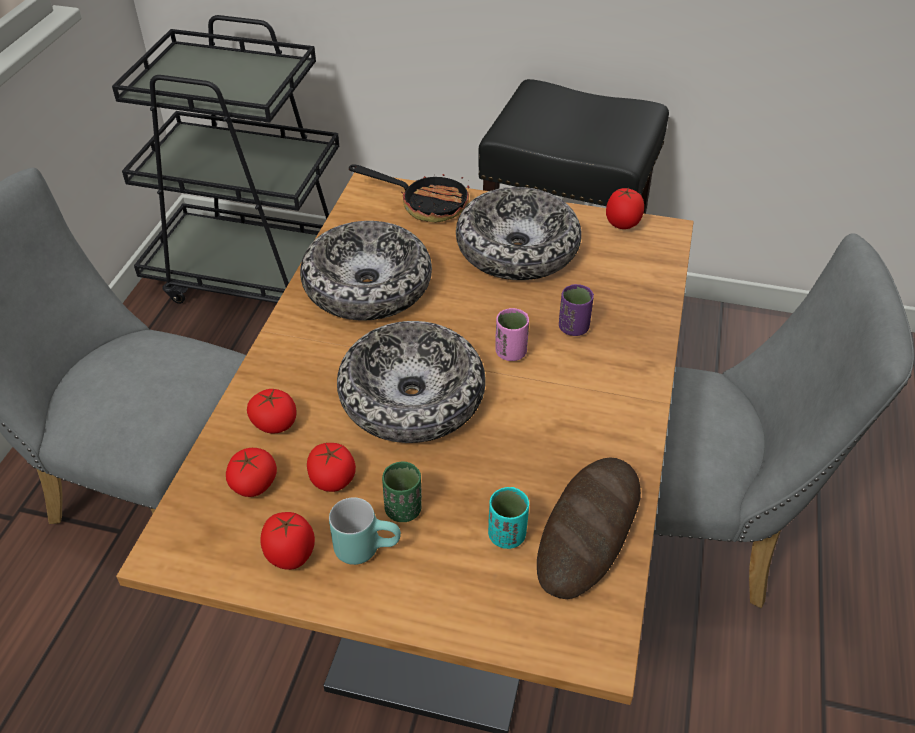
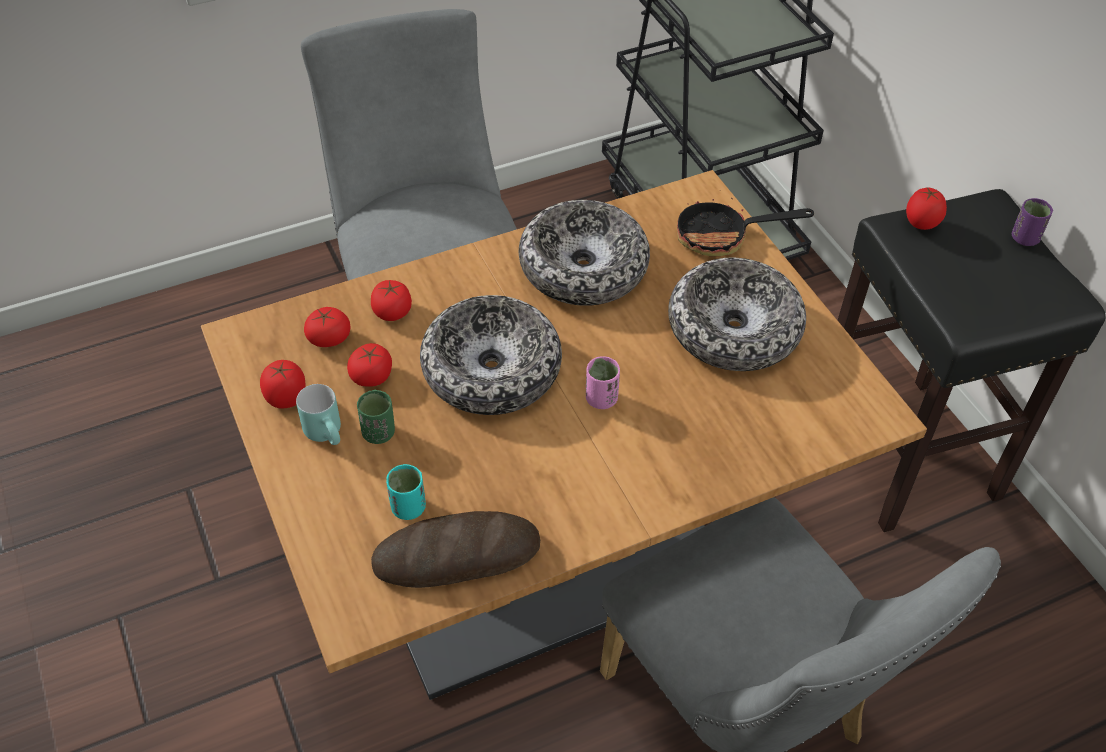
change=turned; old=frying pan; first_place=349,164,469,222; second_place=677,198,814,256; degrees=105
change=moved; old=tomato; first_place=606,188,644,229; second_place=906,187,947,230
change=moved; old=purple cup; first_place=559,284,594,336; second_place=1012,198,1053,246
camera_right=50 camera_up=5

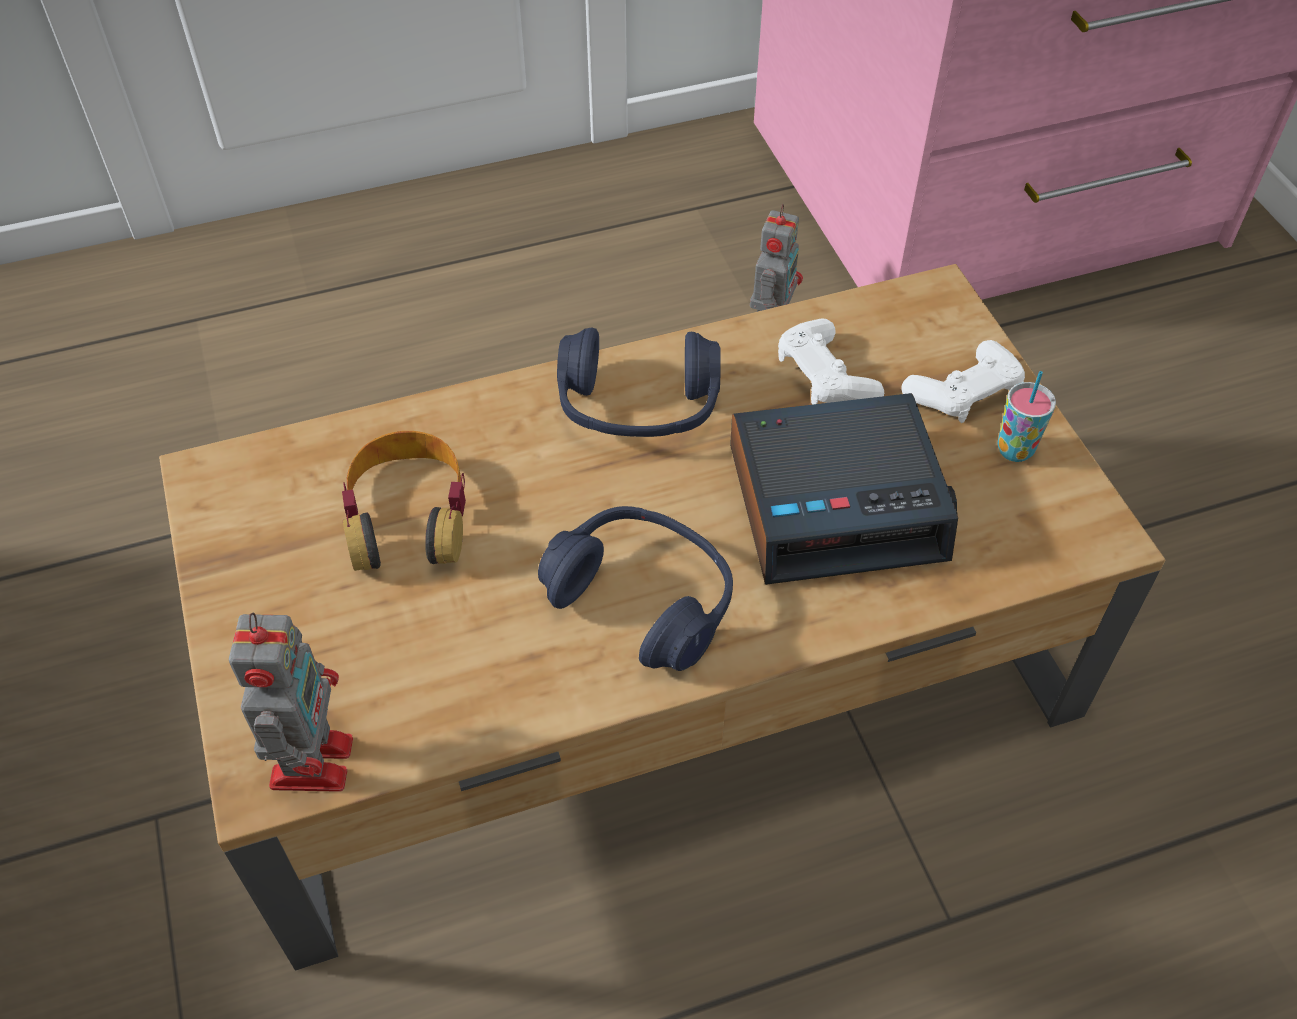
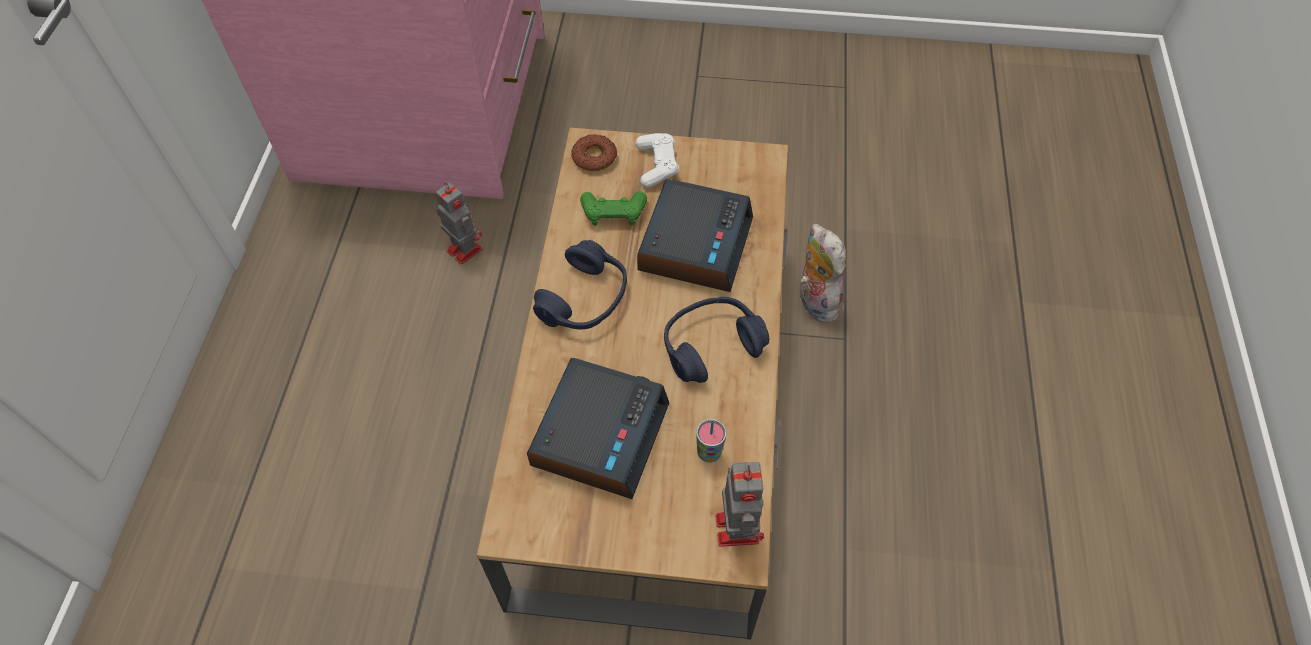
change=recoloured; old=white game controller; new=green game controller; first_place=778,319,884,404; second_place=580,191,647,226
change=moved; old=cup; first_place=997,371,1056,462; second_place=696,419,726,463
change=replaced; old=headphones; new=alarm clock; first_place=342,431,466,571; second_place=527,358,669,499
change=turned; old=toy robot; first_place=229,613,353,792; second_place=715,462,764,547; degrees=60
change=added; new=donut; second_place=571,134,617,171
change=added; new=plush toy; second_place=800,224,847,322
camera_right=-65 camera_up=5

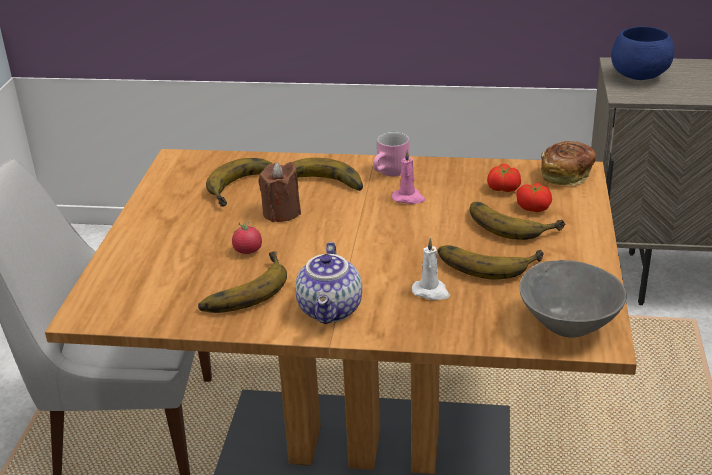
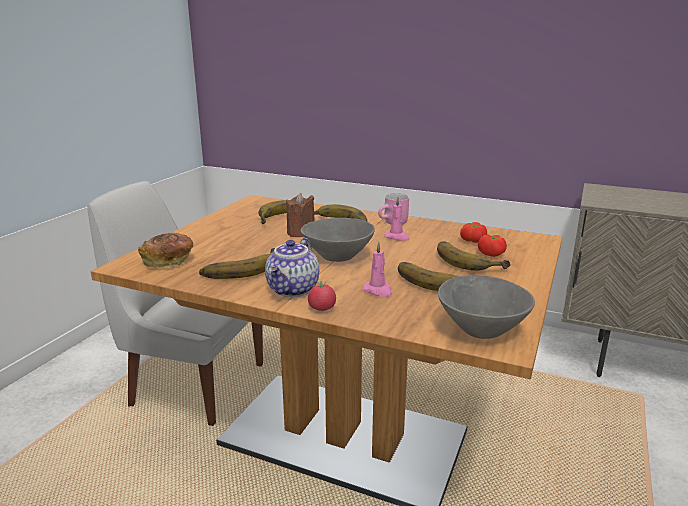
change=removed; old=blue bowl; first_place=611,26,674,80
change=moved; old=bread; first_place=541,141,596,185; second_place=138,233,193,268
change=moved; old=tomato; first_place=232,222,262,254; second_place=308,279,336,311
change=recoloured; old=white candle; new=pink candle; first_place=412,238,450,300; second_place=363,242,392,297
change=added; new=grey bowl; second_place=301,218,375,262
camera_right=15 camera_up=-10

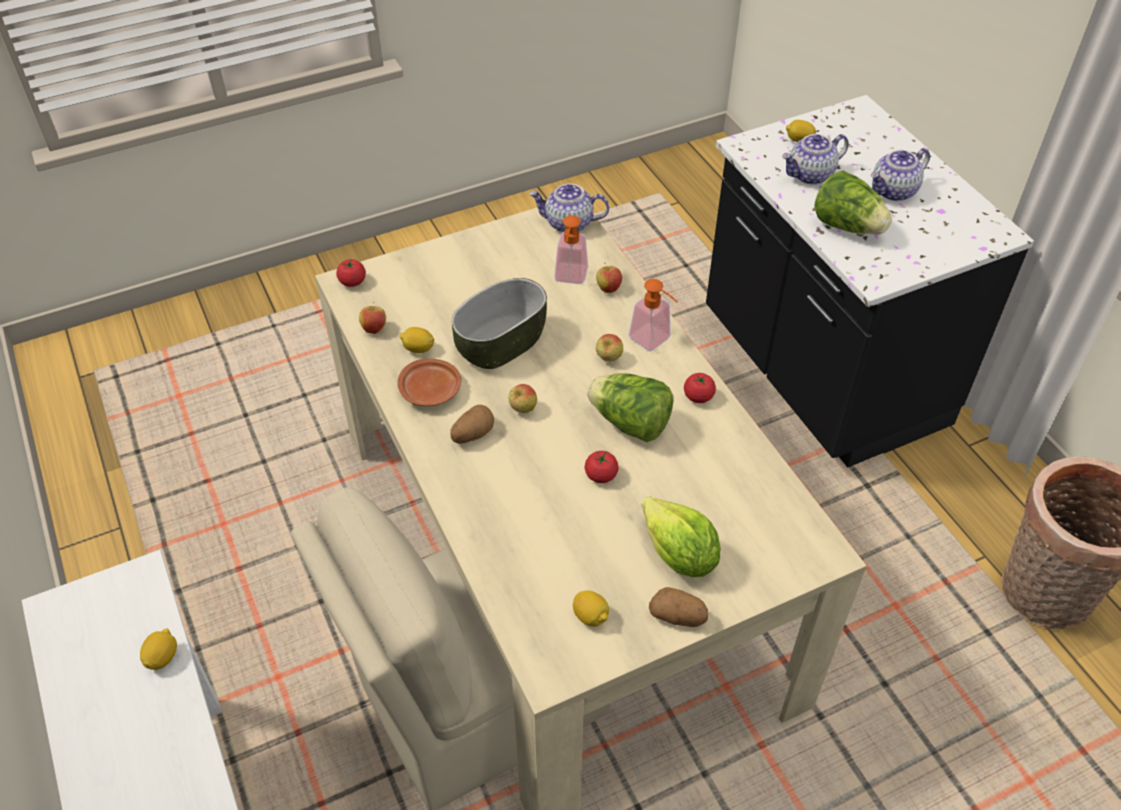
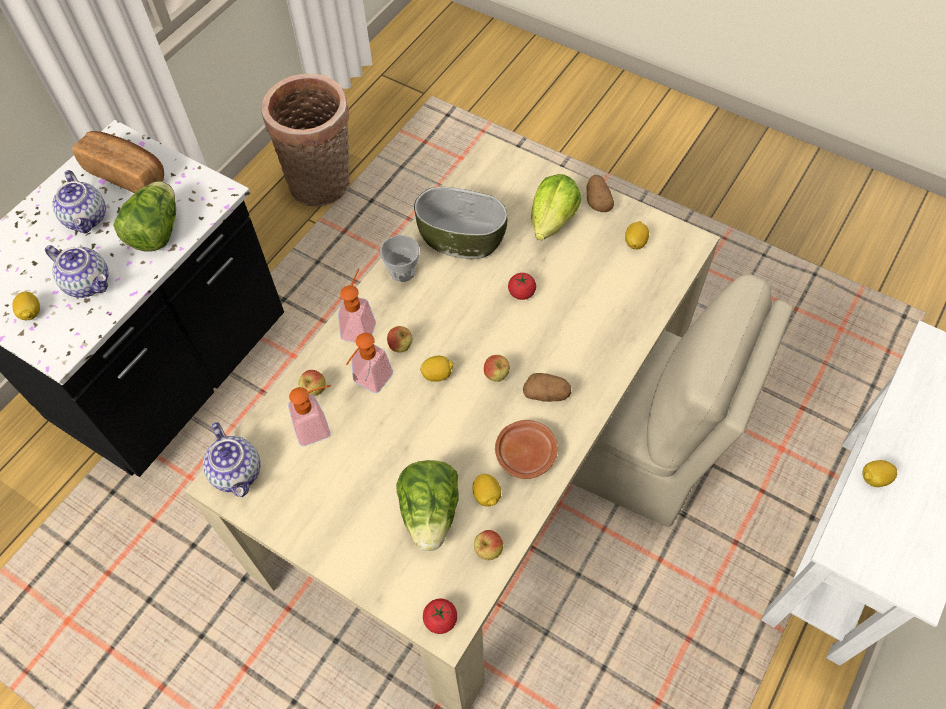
change=turned; old=teapot; first_place=870,148,930,201; second_place=52,170,106,234; degrees=45
change=moved; old=bowl; first_place=452,278,547,369; second_place=414,187,508,259
change=moved; old=lettuce; first_place=587,373,674,442; second_place=396,460,459,551
change=replaced; old=tomato; new=cup; first_place=684,373,716,403; second_place=380,235,419,282
change=added; new=bread; second_place=72,131,164,193
change=added; new=soap dispenser; second_place=346,333,393,393
change=added; new=lemon; second_place=420,356,454,382
camera_right=-120 camera_up=10

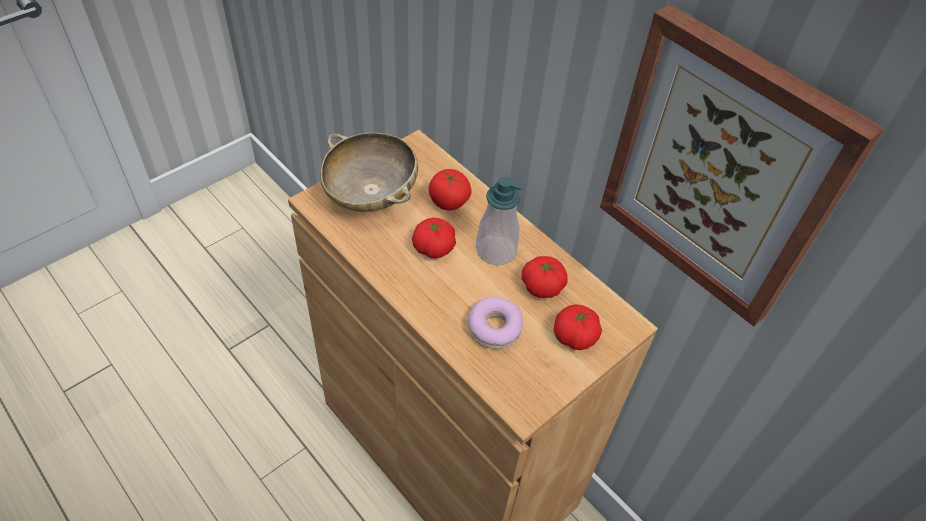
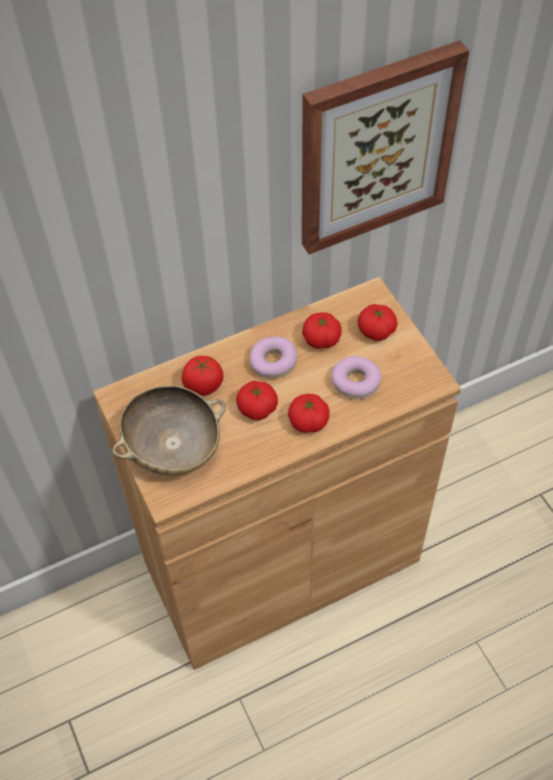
change=replaced; old=soap dispenser; new=donut; first_place=476,177,523,265; second_place=250,336,297,379
change=added; new=tomato; second_place=288,394,330,433
camera_right=-70 camera_up=5

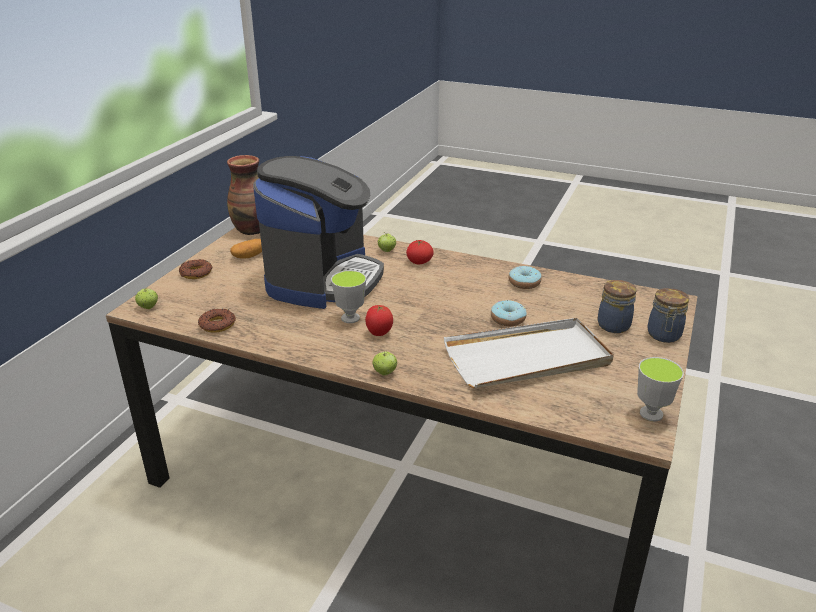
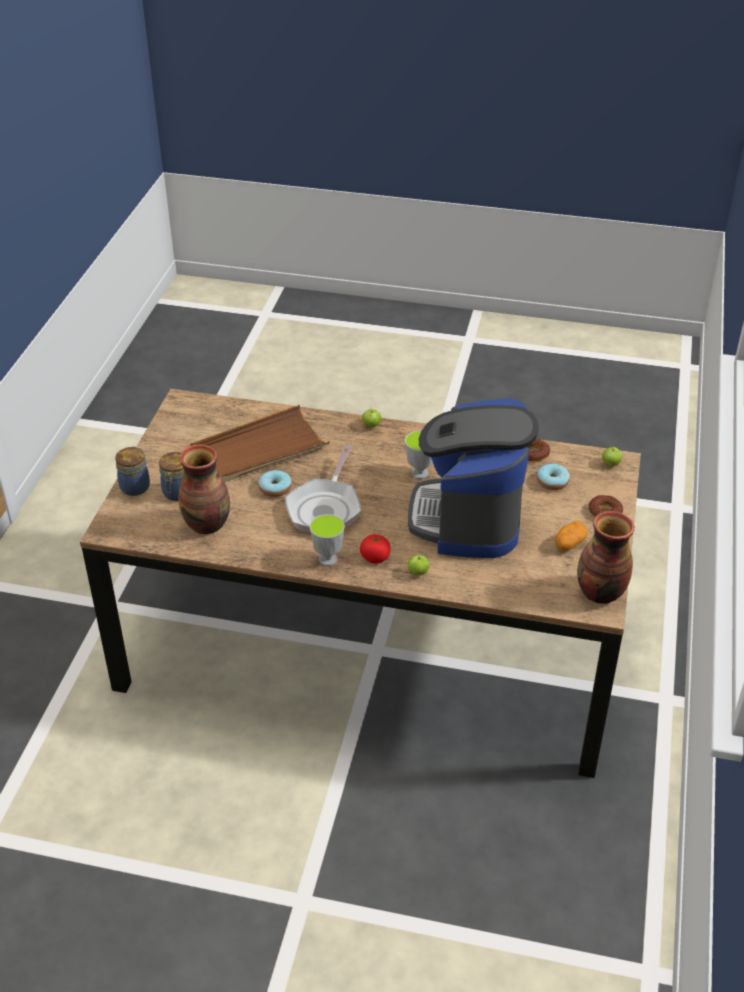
change=moved; old=donut; first_place=509,266,542,289; second_place=537,464,570,490
change=removed; old=tomato; first_place=365,305,393,336
change=recoloured; old=white tray; new=brown tray; first_place=444,318,614,388; second_place=190,405,329,482
change=moved; old=cup; first_place=637,357,684,421; second_place=310,514,345,566
change=added; new=vase; second_place=178,444,230,534
change=added; new=frying pan; second_place=285,445,362,532
camera_right=170 camera_up=10

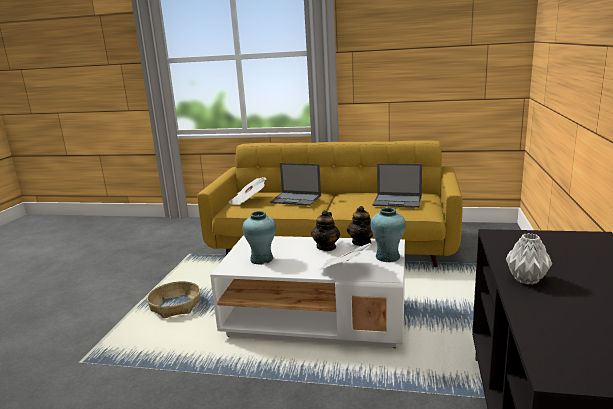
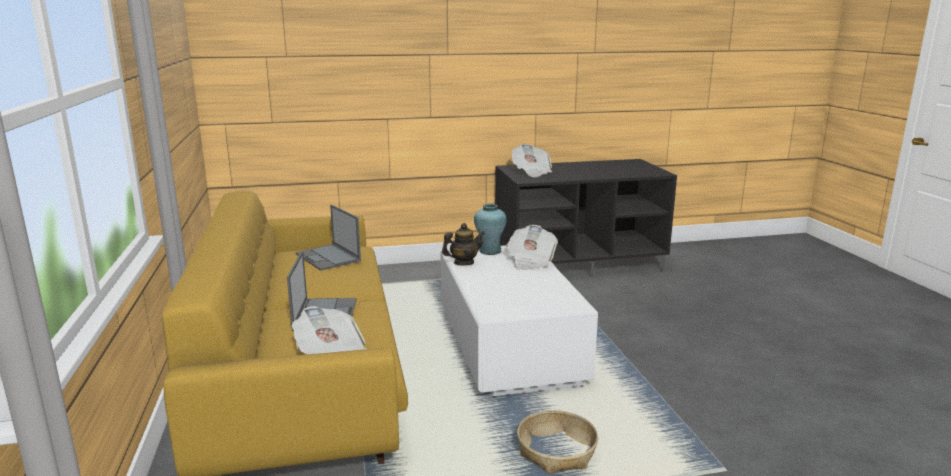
change=turned; old=laptop; first_place=372,163,422,208; second_place=296,205,361,271; degrees=150
change=removed; old=teapot; first_place=311,210,340,251
change=removed; old=turquoise vase; first_place=243,211,276,264
change=removed; old=grey vase; first_place=506,233,552,285
change=added; new=newspaper; second_place=512,144,552,177
camera_right=-115 camera_up=0

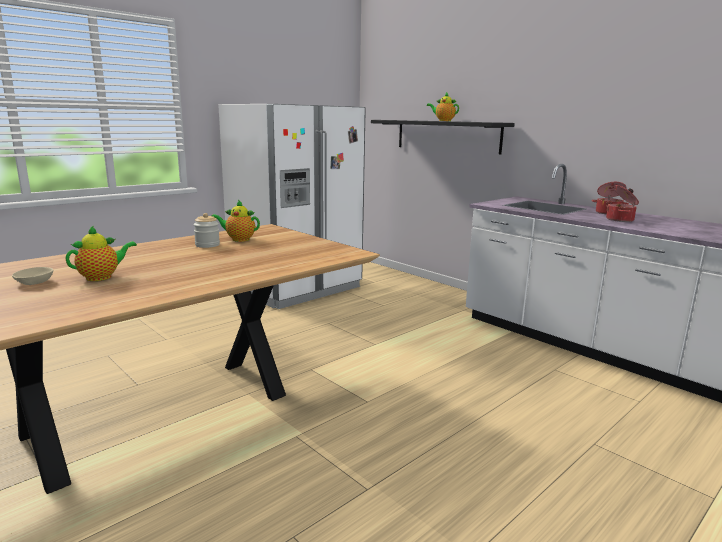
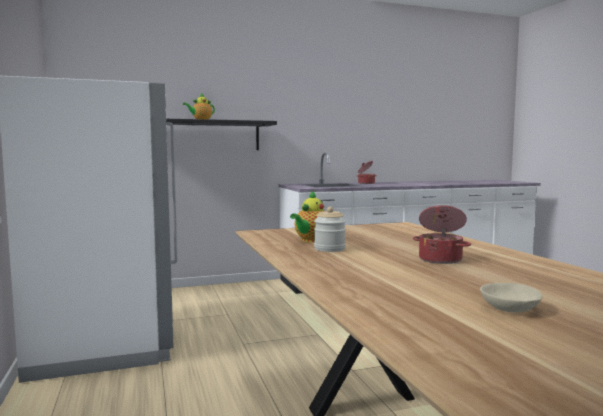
change=moved; old=cooking pot; first_place=606,185,639,222; second_place=413,205,471,264
change=removed; old=teapot; first_place=66,225,137,281
camera_right=-65 camera_up=-10

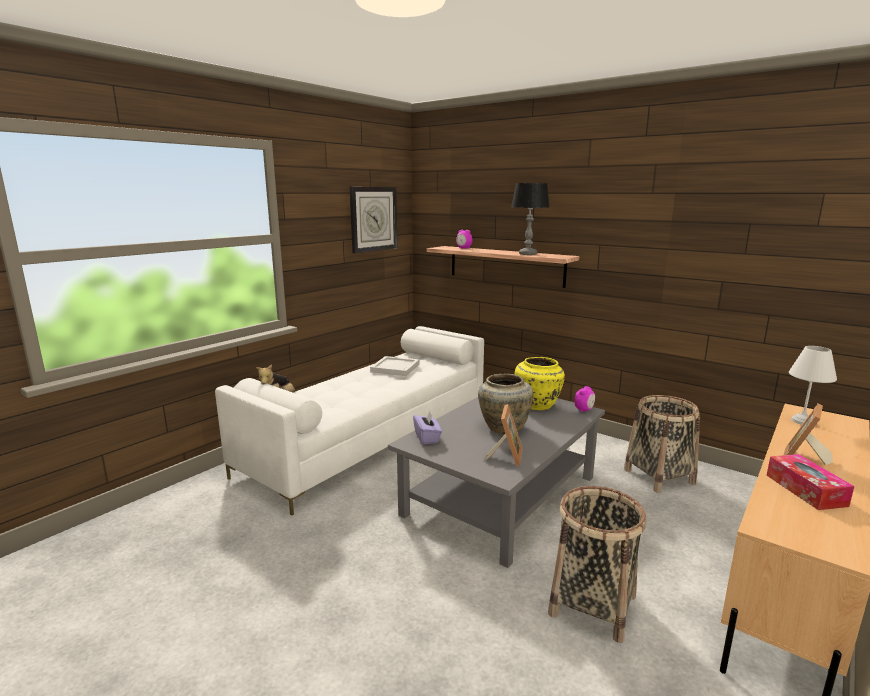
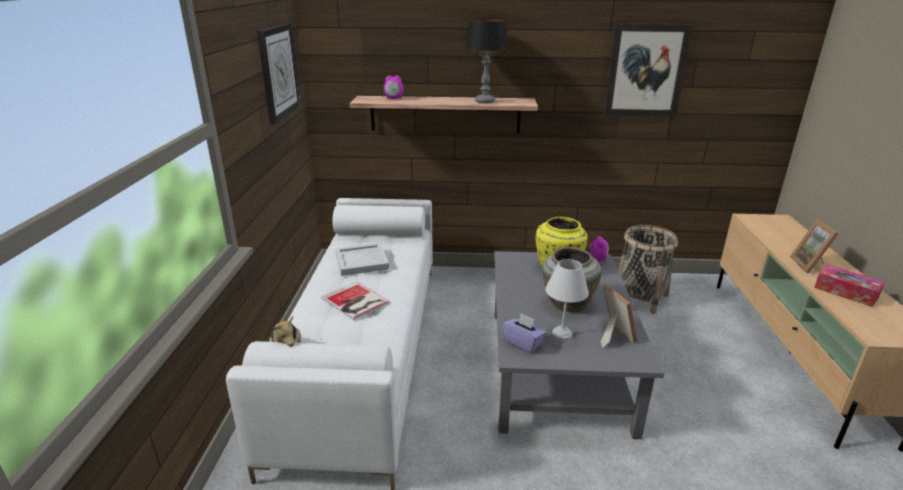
change=moved; old=white table lamp; first_place=789,346,837,425; second_place=546,259,589,341
change=removed; old=basket; first_place=548,486,646,643
change=added; new=picture; second_place=604,23,693,117
change=added; new=book; second_place=321,281,390,320
camera_right=-35 camera_up=10

